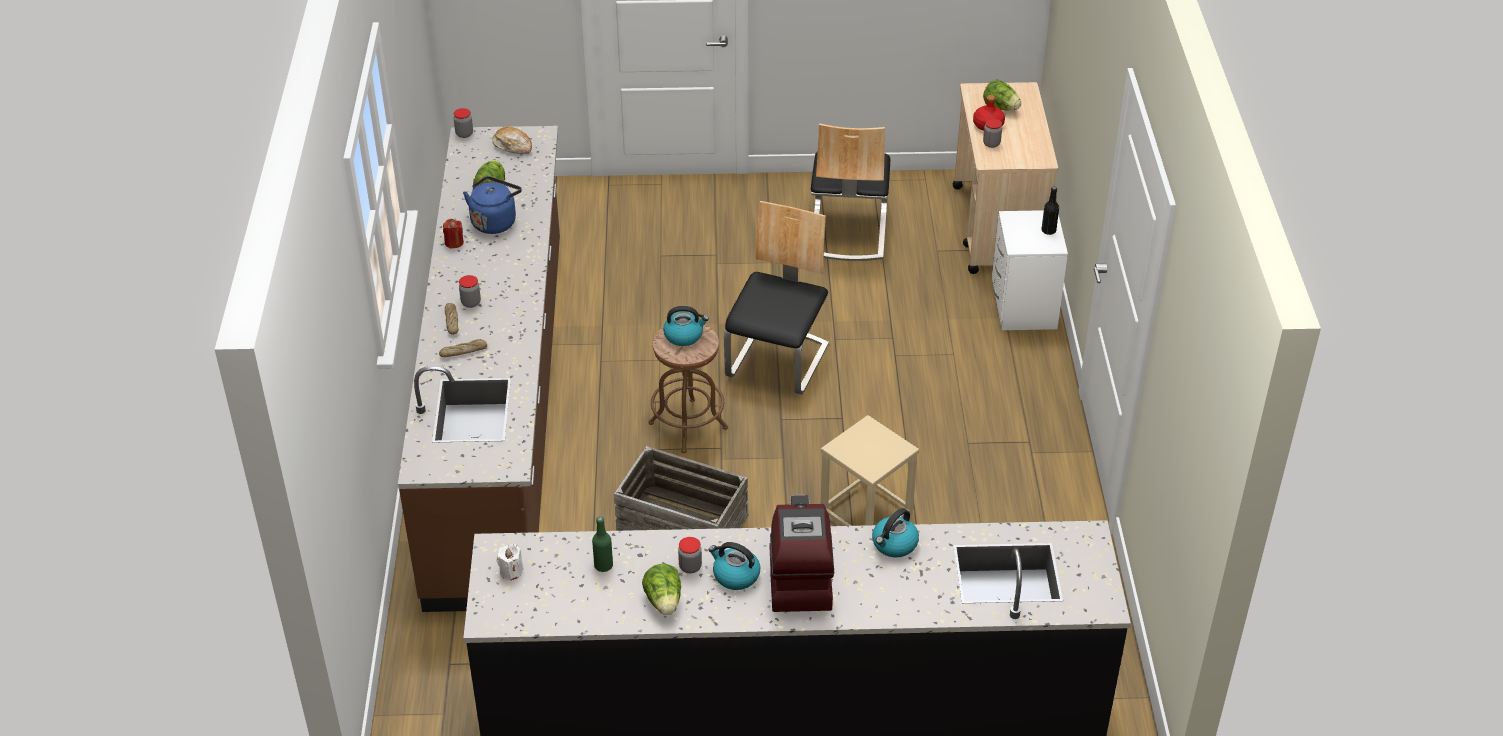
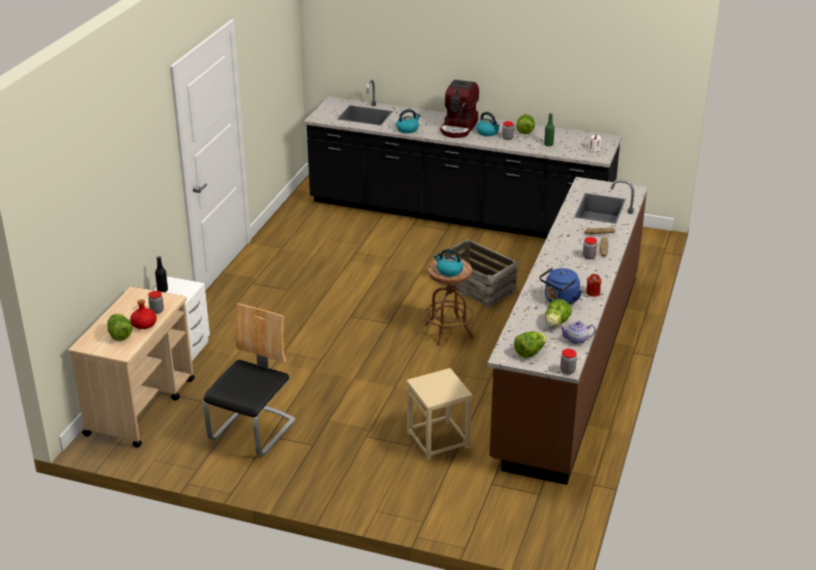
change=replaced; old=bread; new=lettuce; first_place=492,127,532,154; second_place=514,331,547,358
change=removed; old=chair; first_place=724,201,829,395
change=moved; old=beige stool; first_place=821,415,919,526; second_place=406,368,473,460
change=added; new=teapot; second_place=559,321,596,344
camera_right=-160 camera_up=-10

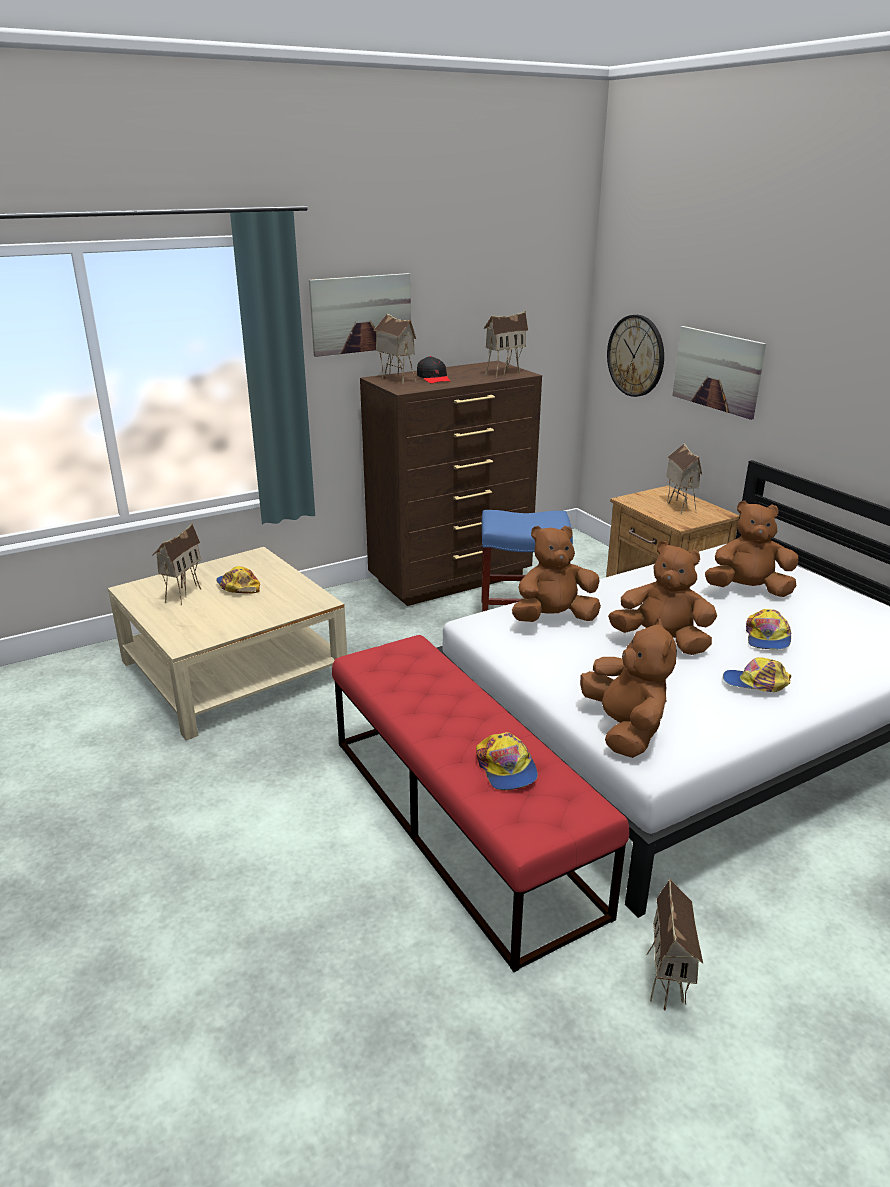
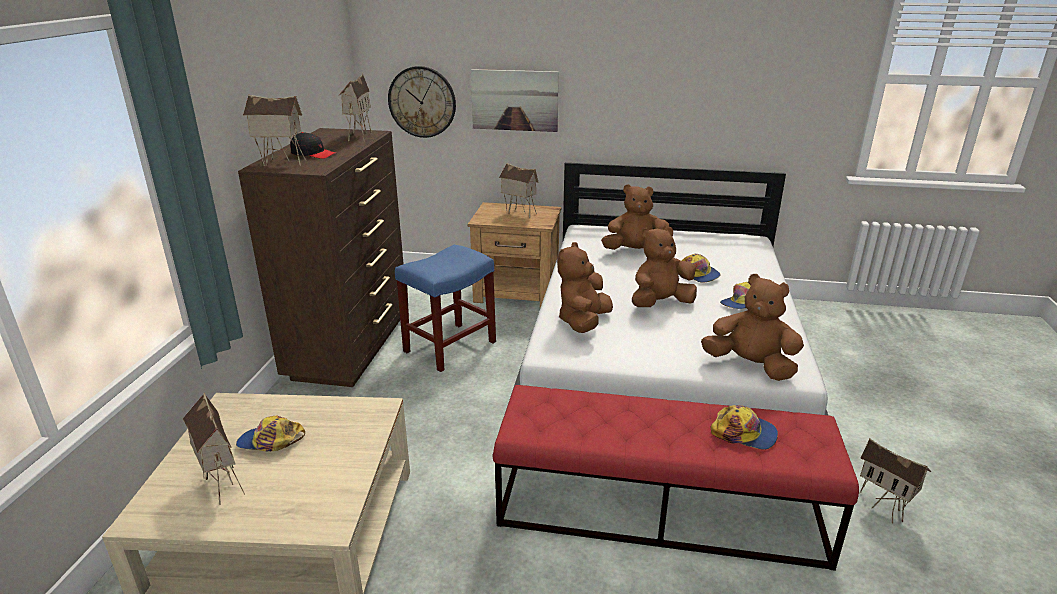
change=removed; old=picture; first_place=309,273,411,357
change=turned; old=brown plush toy; first_place=705,501,799,597; second_place=601,184,670,250; degrees=45
camera_right=-50 camera_up=0

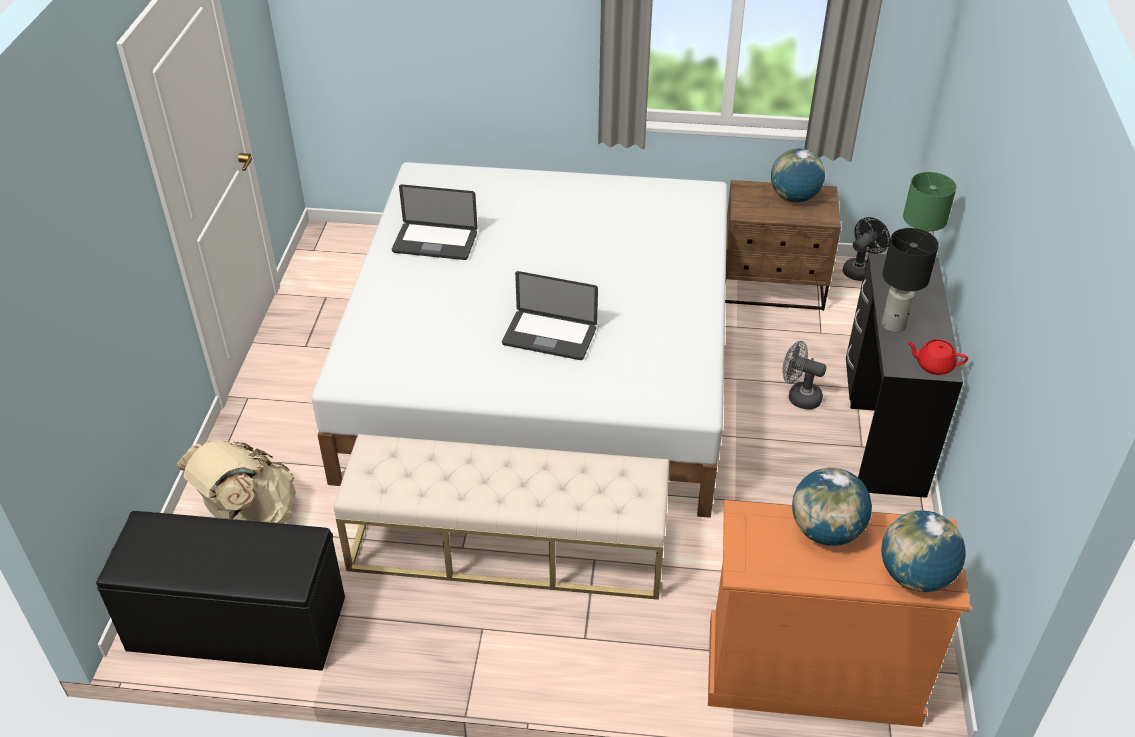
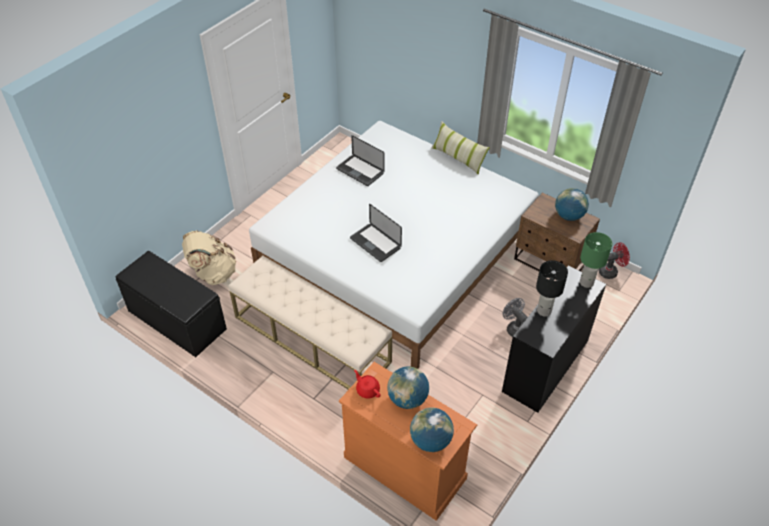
change=recoloured; old=black fan; new=red fan; first_place=843,217,890,281; second_place=599,242,630,279
change=moved; old=red teapot; first_place=907,339,968,375; second_place=354,370,381,399
change=added; new=pillow; second_place=431,122,490,175
camera_right=30 camera_up=5

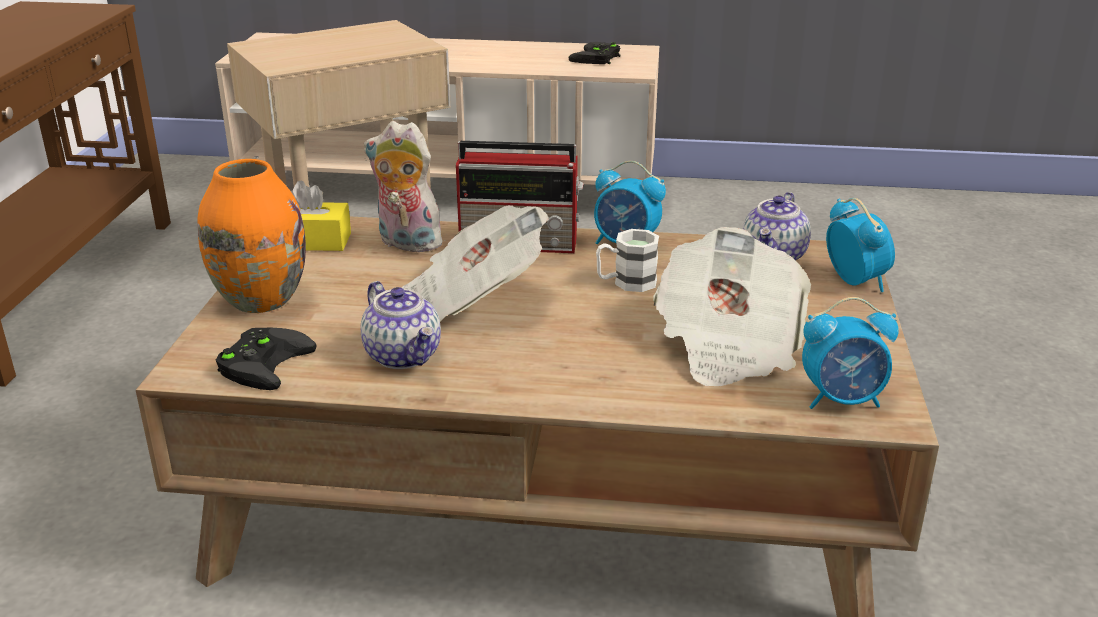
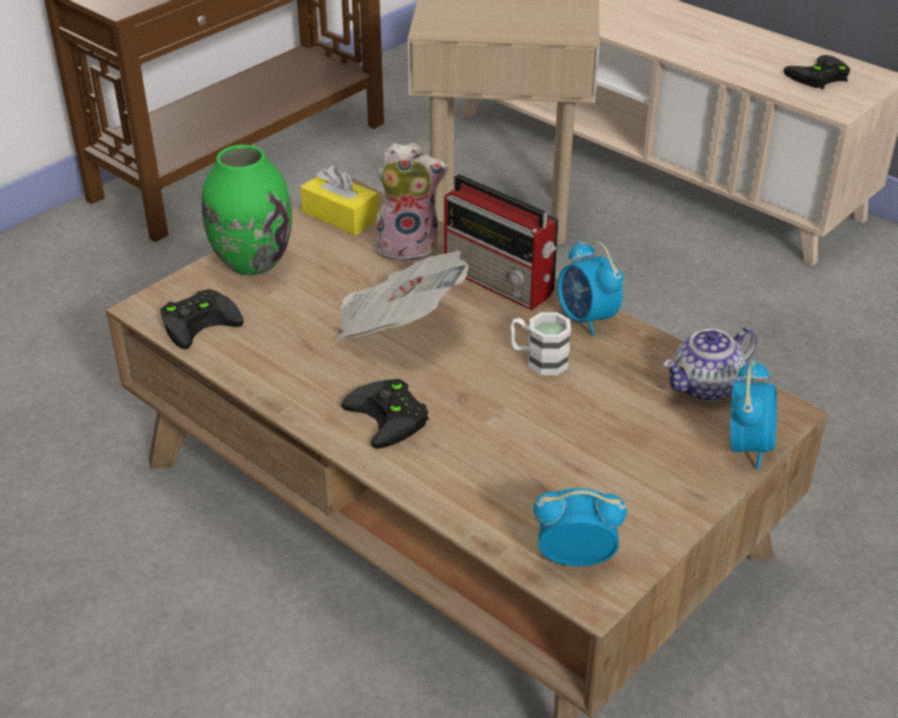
change=turned; old=plush toy; first_place=364,121,442,252; second_place=376,143,448,262; degrees=120
change=recoloured; old=orange vase; new=green vase; first_place=197,159,306,313; second_place=202,145,292,276
change=removed; old=newspaper; first_place=653,227,811,386
change=removed; old=teapot; first_place=361,281,441,369
change=turned; old=alarm clock; first_place=802,297,899,409; second_place=533,488,627,566; degrees=150
change=added; new=black game controller; second_place=341,379,429,449
camera_right=35 camera_up=10

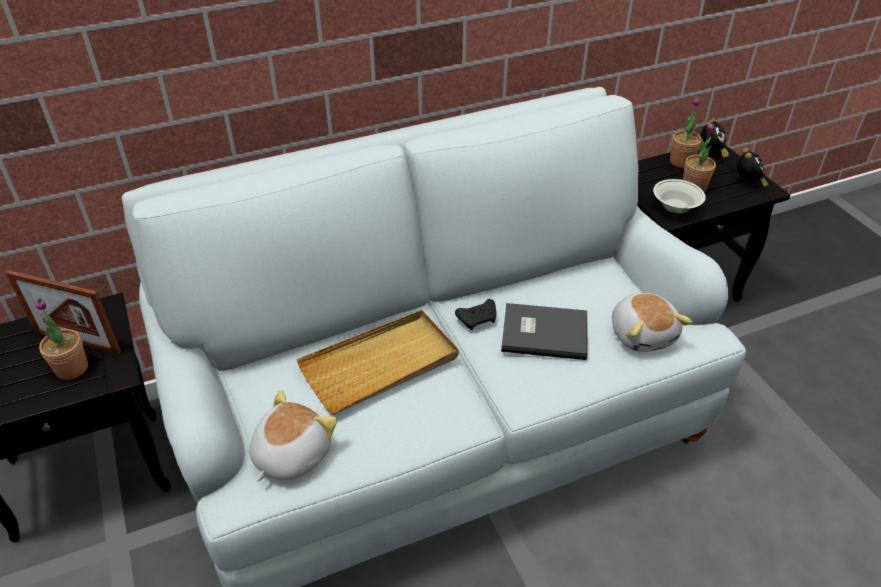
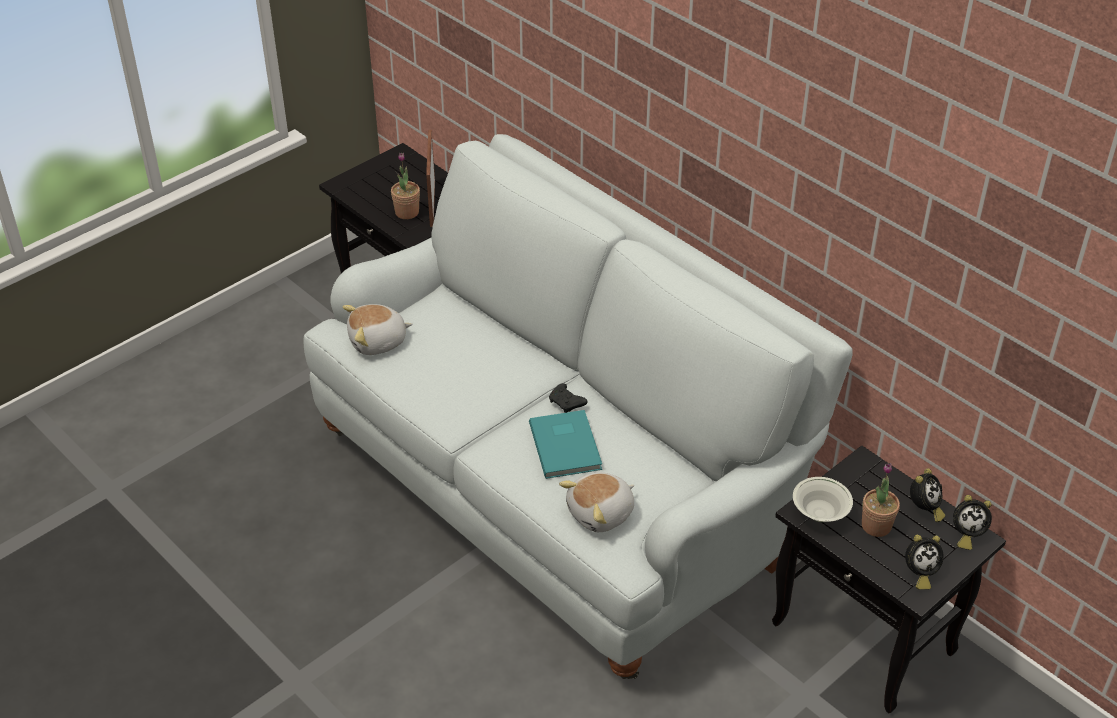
change=replaced; old=potted plant; new=alarm clock; first_place=670,97,701,168; second_place=910,468,945,522
change=recoloured; old=grey book; new=turquoise book; first_place=501,303,587,360; second_place=529,410,602,479
change=removed; old=beige tray; first_place=296,310,458,415
change=turned; old=plush toy; first_place=249,390,337,482; second_place=343,304,413,355; degrees=150
camera_right=70 camera_up=0

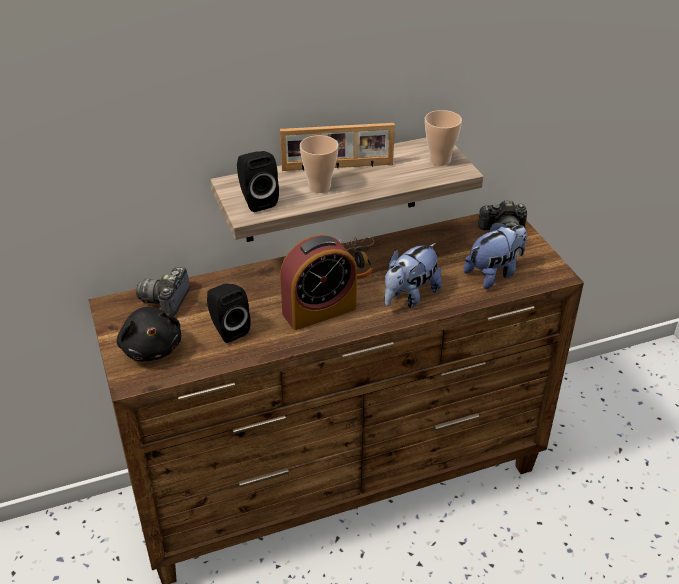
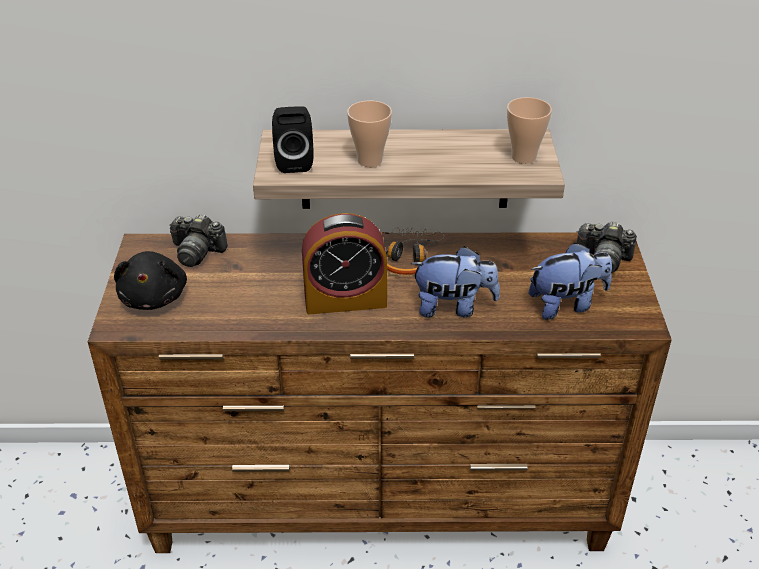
change=removed; old=picture frame; first_place=280,123,395,171
change=turned; old=plush toy; first_place=385,243,442,308; second_place=410,246,500,317; degrees=-150
change=turned; old=photo camera; first_place=136,267,190,316; second_place=169,214,228,267; degrees=-105
change=removed; old=black speaker; first_place=207,284,251,343
camera_right=20 camera_up=0

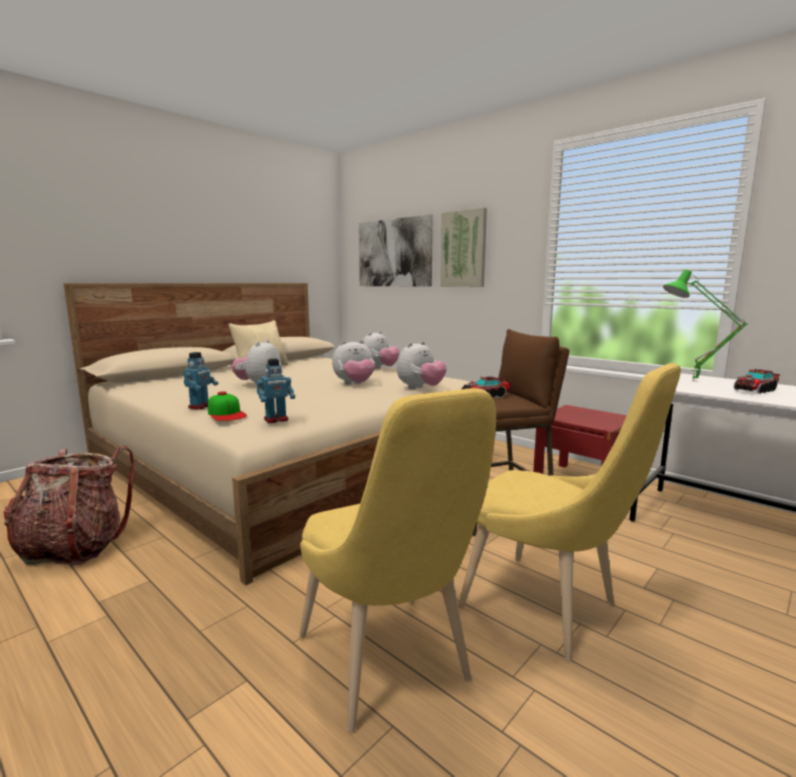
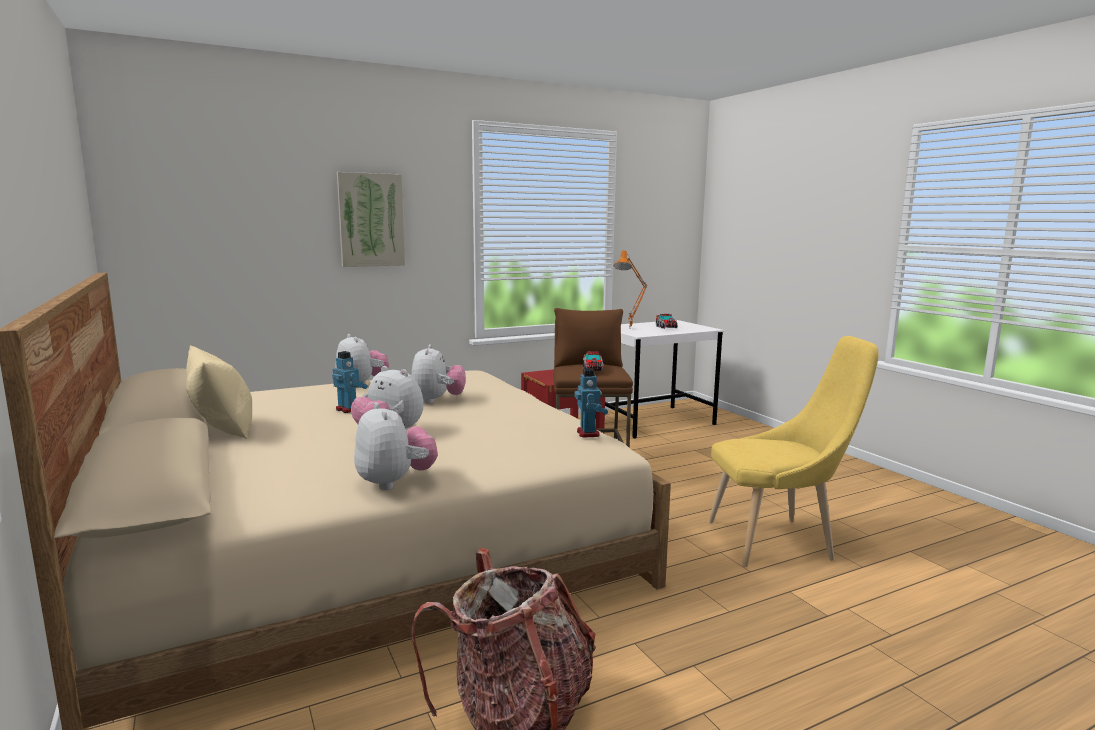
change=removed; old=picture; first_place=359,214,433,287
change=recoloured; old=green table lamp; new=orange table lamp; first_place=663,270,748,381; second_place=613,250,647,329
change=moved; old=plush toy; first_place=397,341,447,389; second_place=354,402,438,490
change=moved; old=toy robot; first_place=183,352,219,410; second_place=332,351,368,413
change=removed; old=yellow chair; first_place=458,363,681,661
change=removed; old=cap; first_place=208,391,247,421
camera_right=-70 camera_up=0

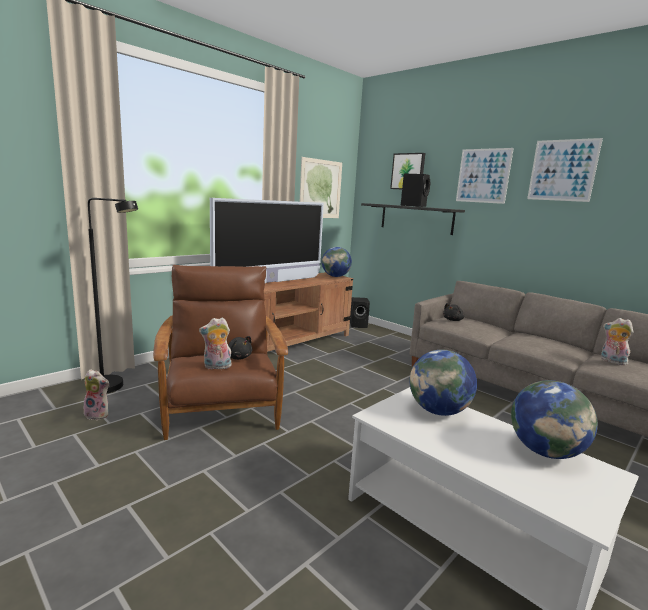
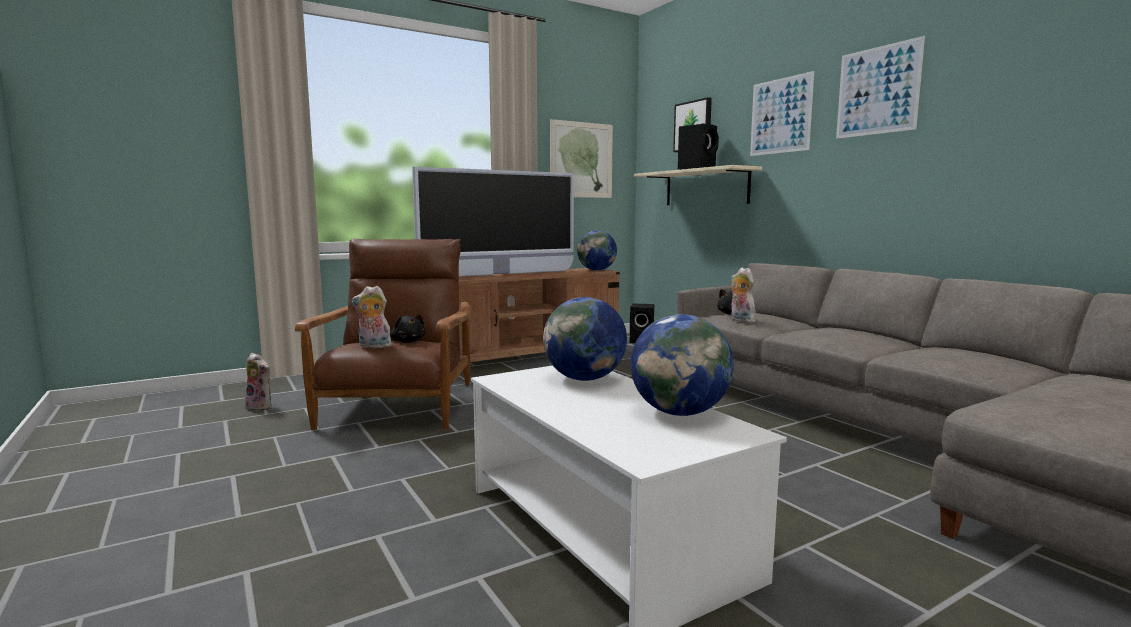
change=removed; old=black floor lamp; first_place=88,198,138,393
change=recoloured; old=black shelf; new=beige shelf; first_place=361,203,465,235; second_place=634,165,762,205
change=moved; old=plush toy; first_place=601,318,634,366; second_place=730,268,756,323
camera_right=15 camera_up=-5

